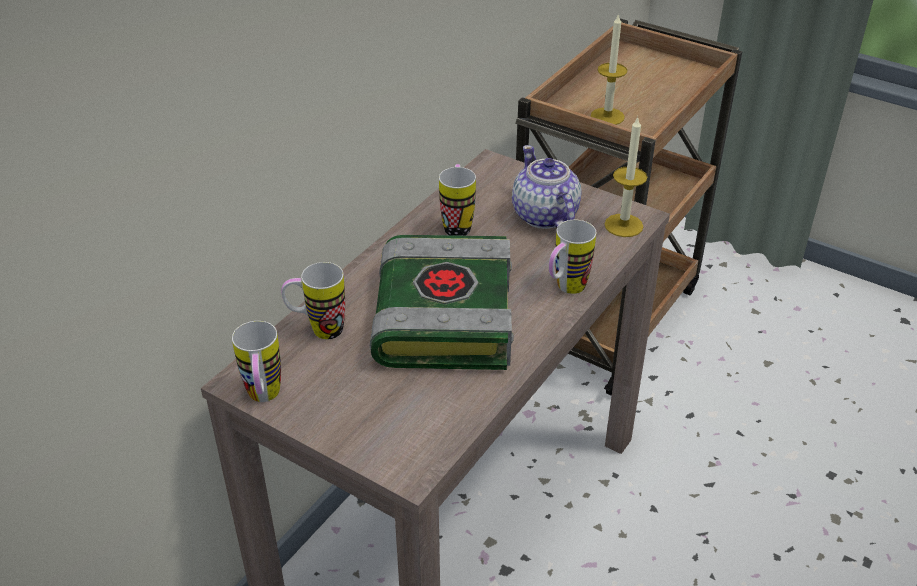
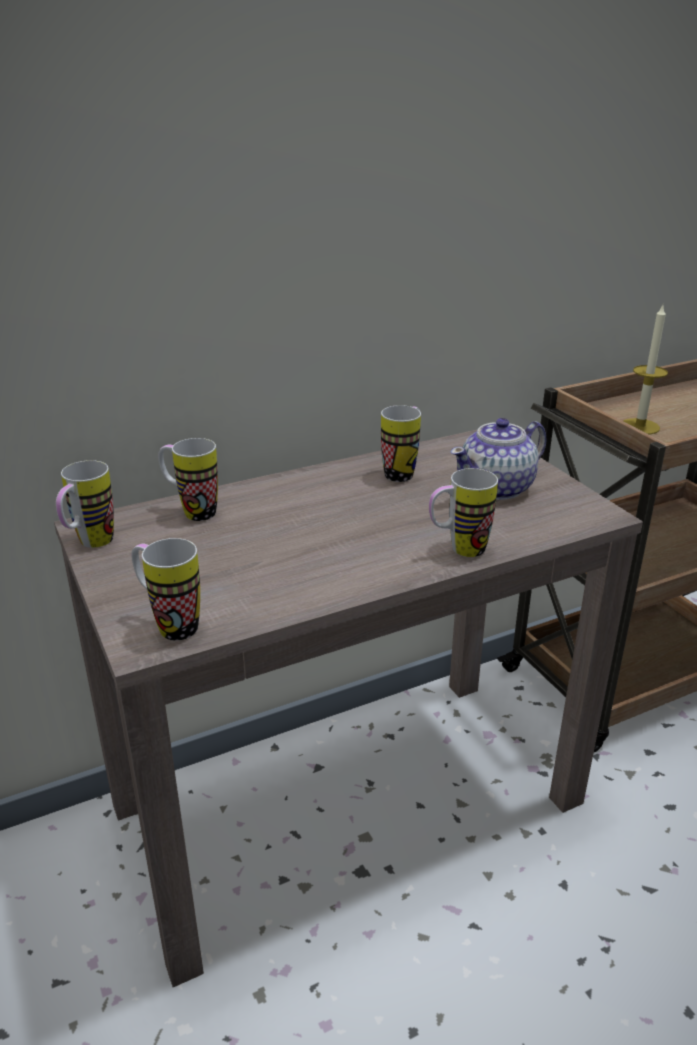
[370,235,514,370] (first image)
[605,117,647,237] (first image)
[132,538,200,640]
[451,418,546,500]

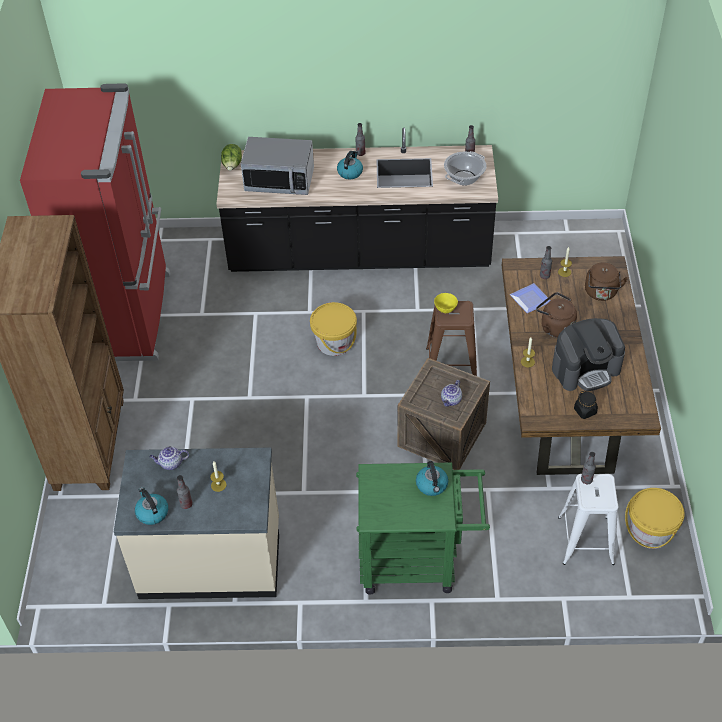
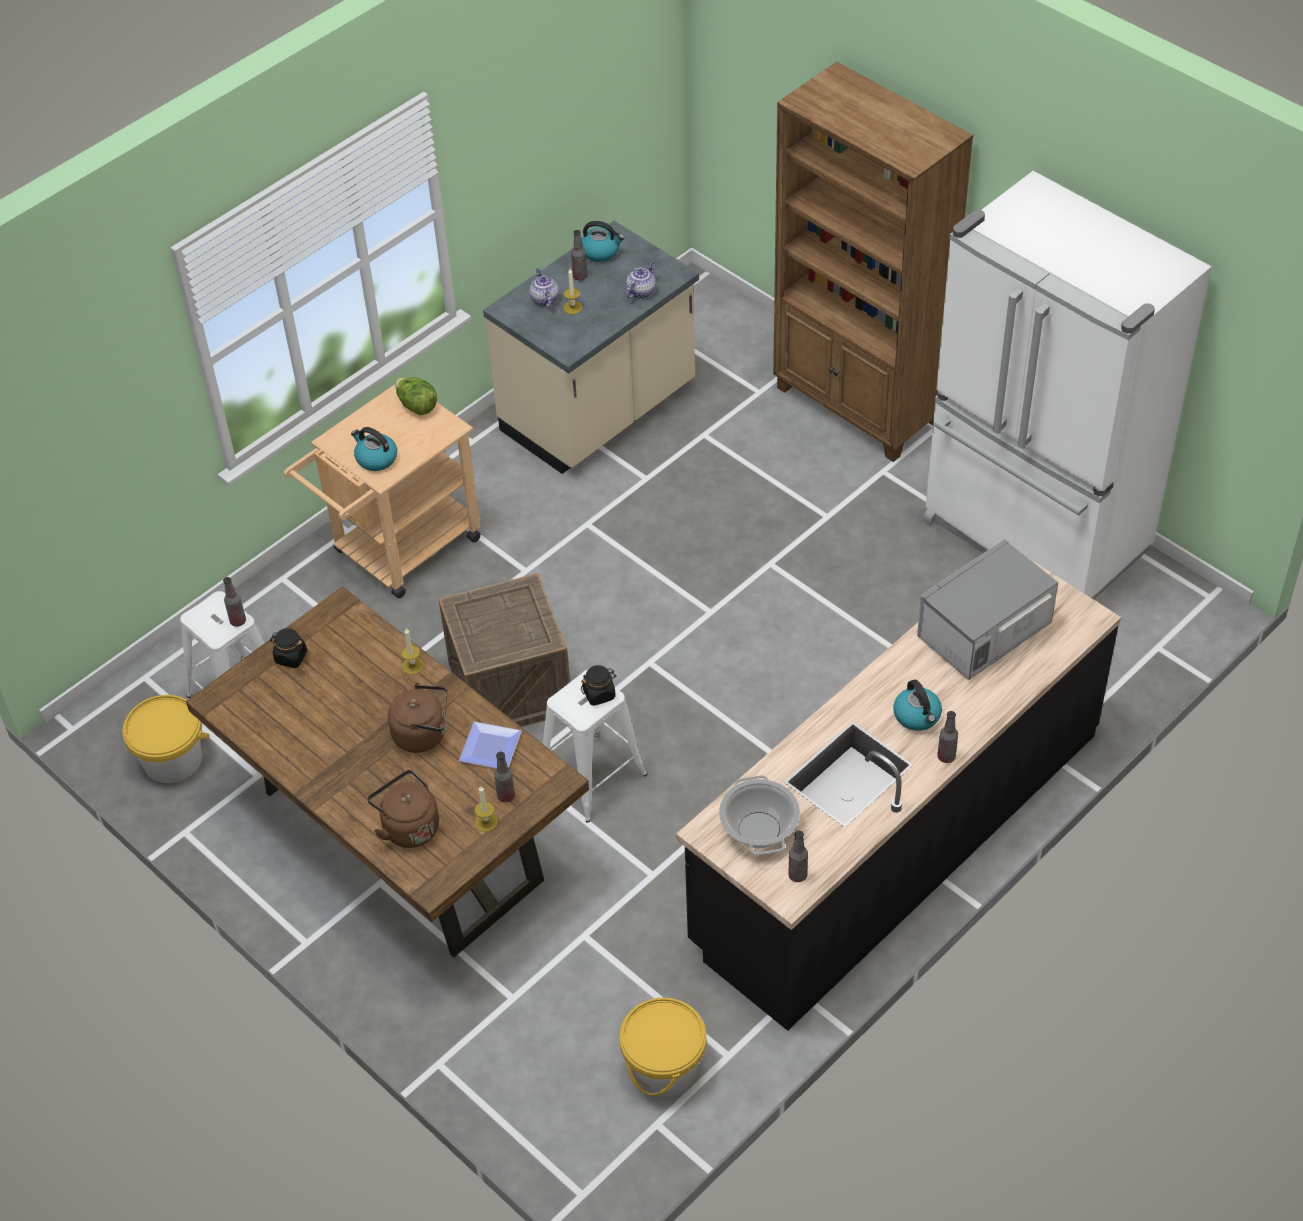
[552,318,625,391] (first image)
[395,377,437,415]
[619,998,707,1096]
[529,269,559,308]
[581,665,617,706]
[923,171,1212,600]
[283,384,481,598]
[543,670,647,823]

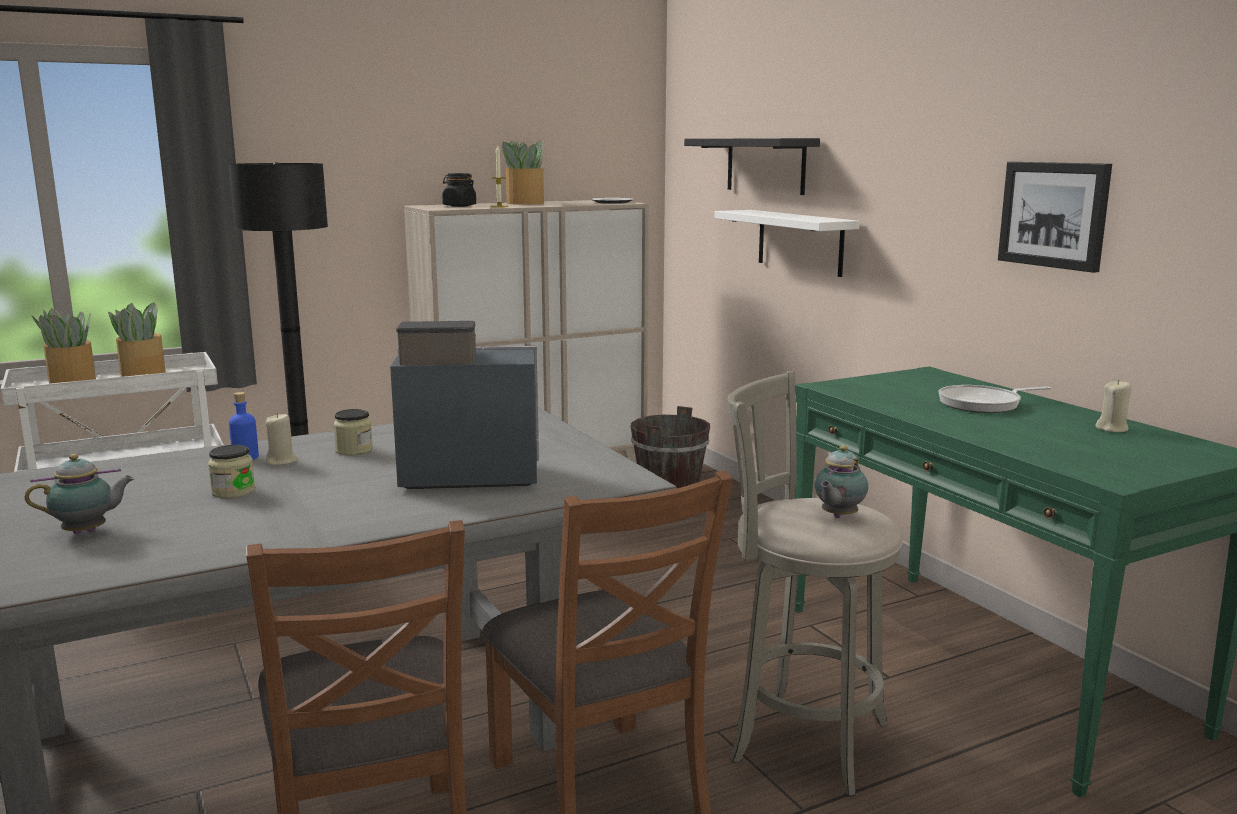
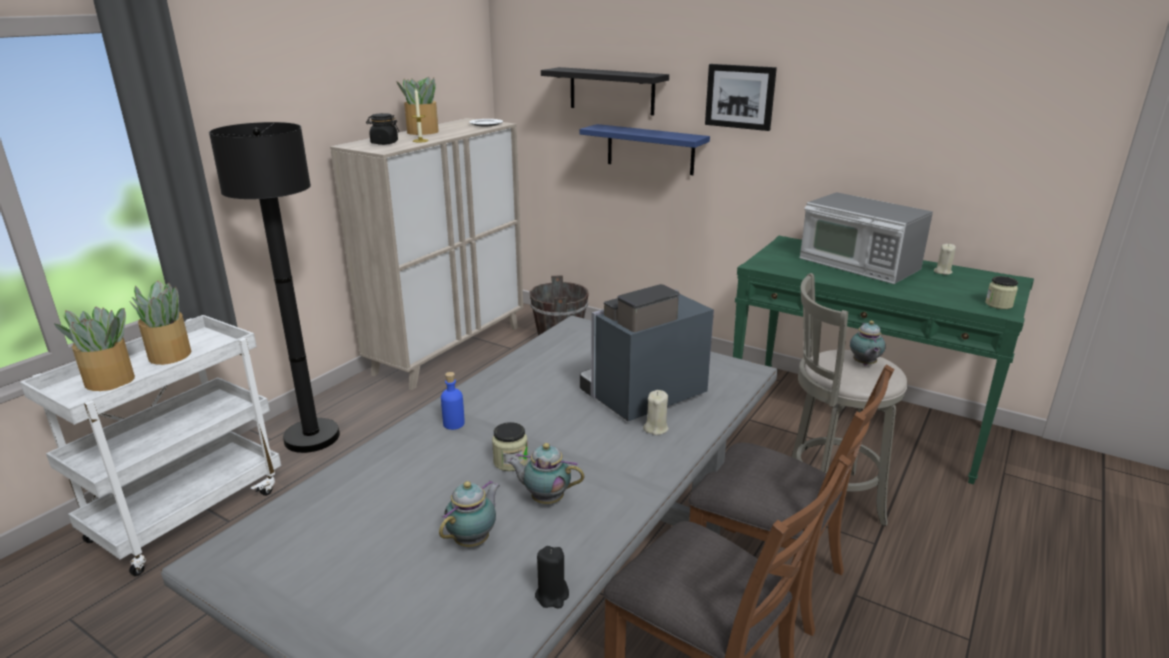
[507,443,584,504]
[535,546,569,608]
[643,390,669,435]
[985,276,1018,309]
[705,64,777,131]
[799,192,933,284]
[579,124,710,175]

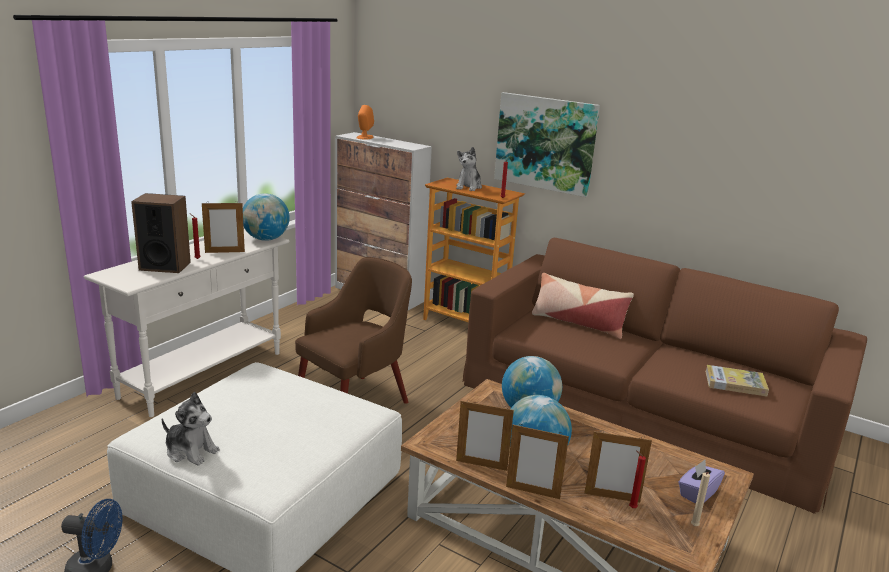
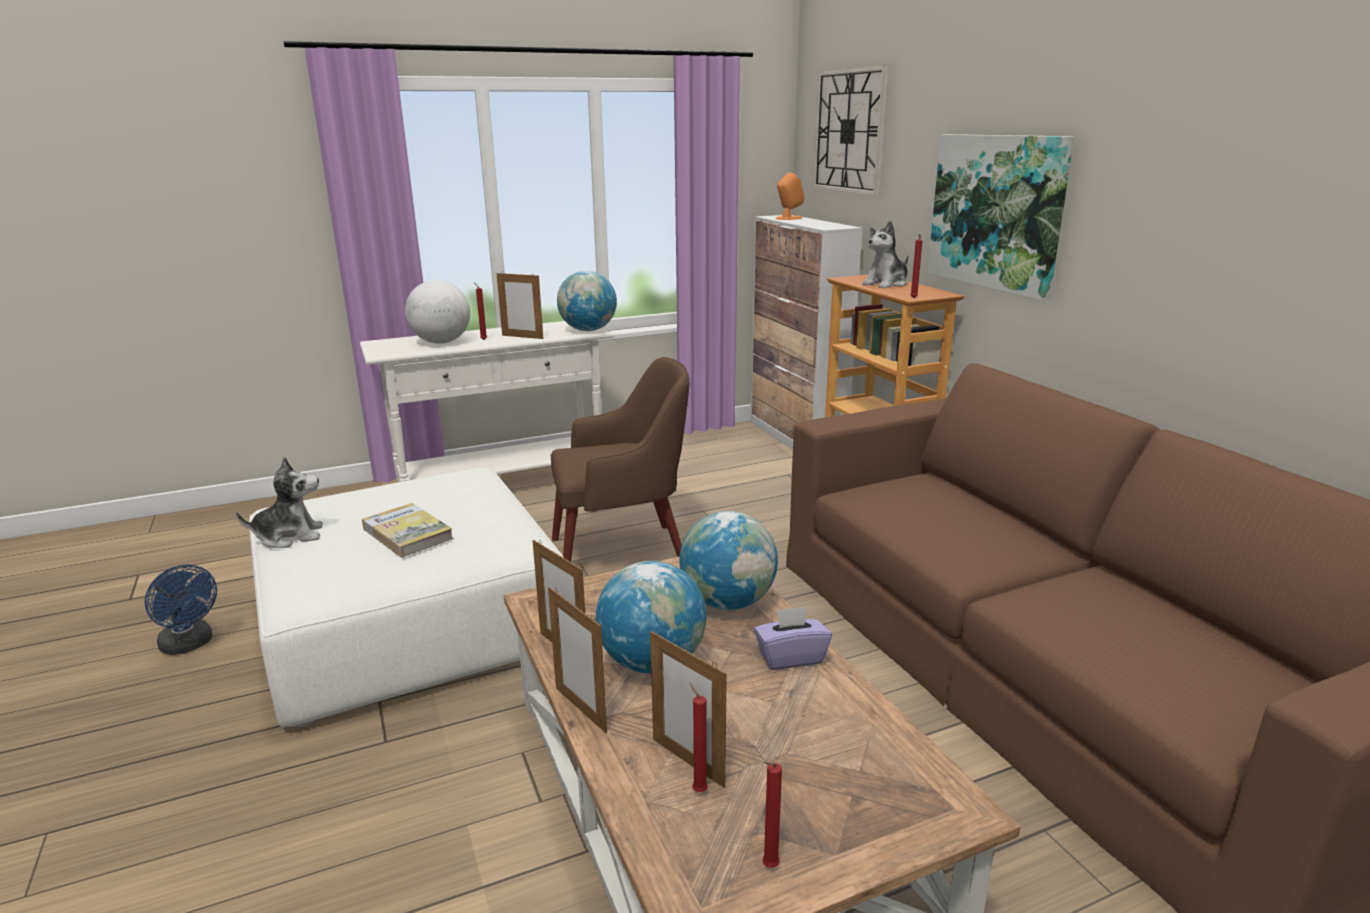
[532,273,634,339] (first image)
[812,65,889,196]
[754,607,832,670]
[362,503,453,557]
[405,280,470,344]
[762,761,782,868]
[236,457,323,548]

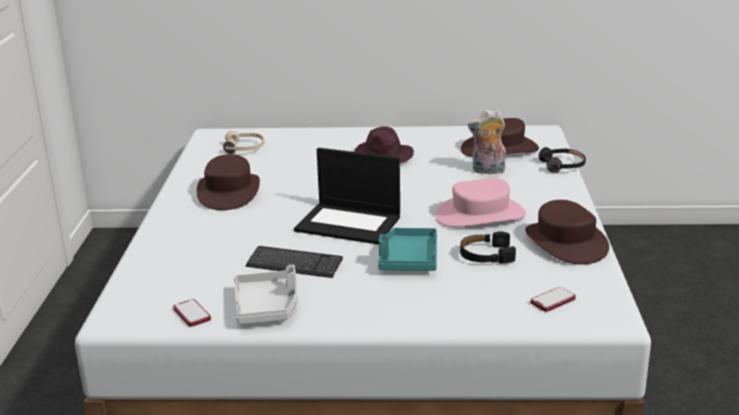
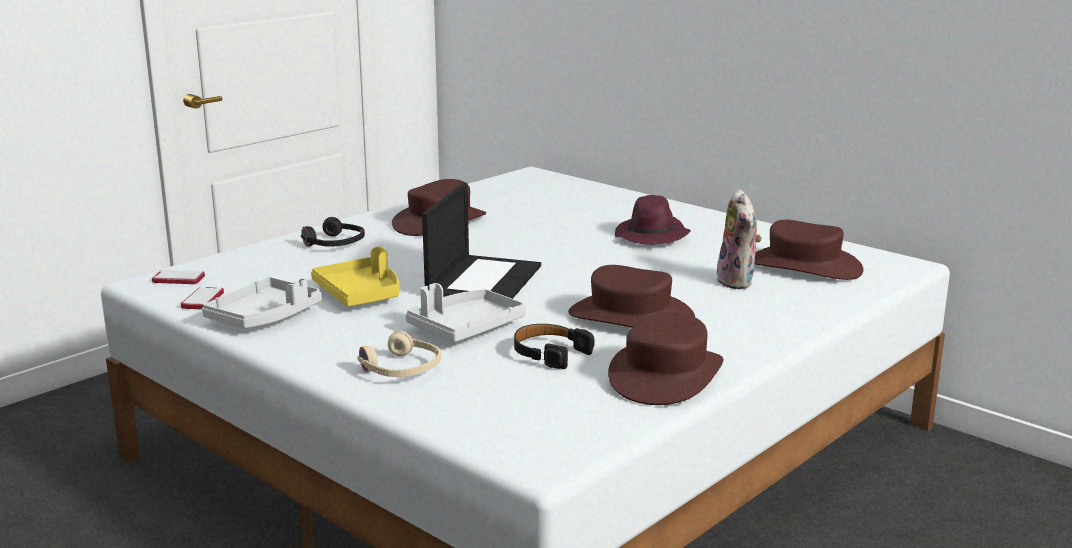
[357,331,441,377]
[152,270,205,284]
[301,217,365,247]
[311,246,400,307]
[405,283,526,342]
[568,265,695,328]
[422,183,541,299]
[717,189,762,289]

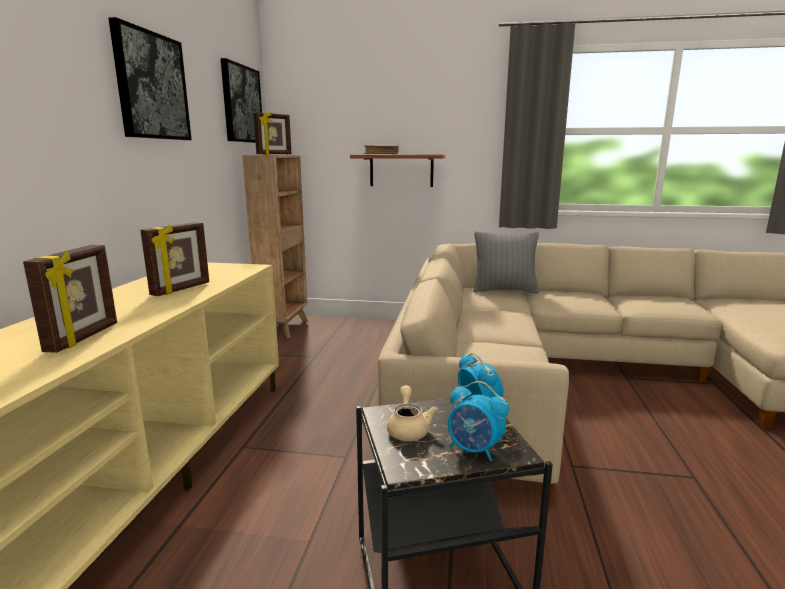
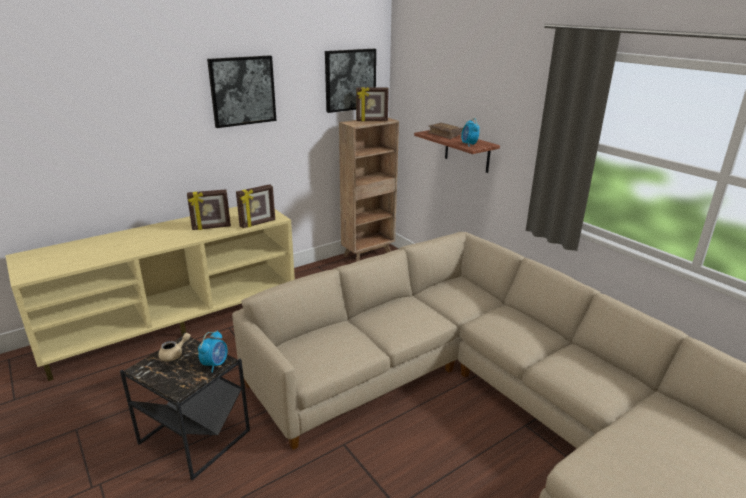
[473,231,539,294] (first image)
[236,184,275,228]
[461,118,480,146]

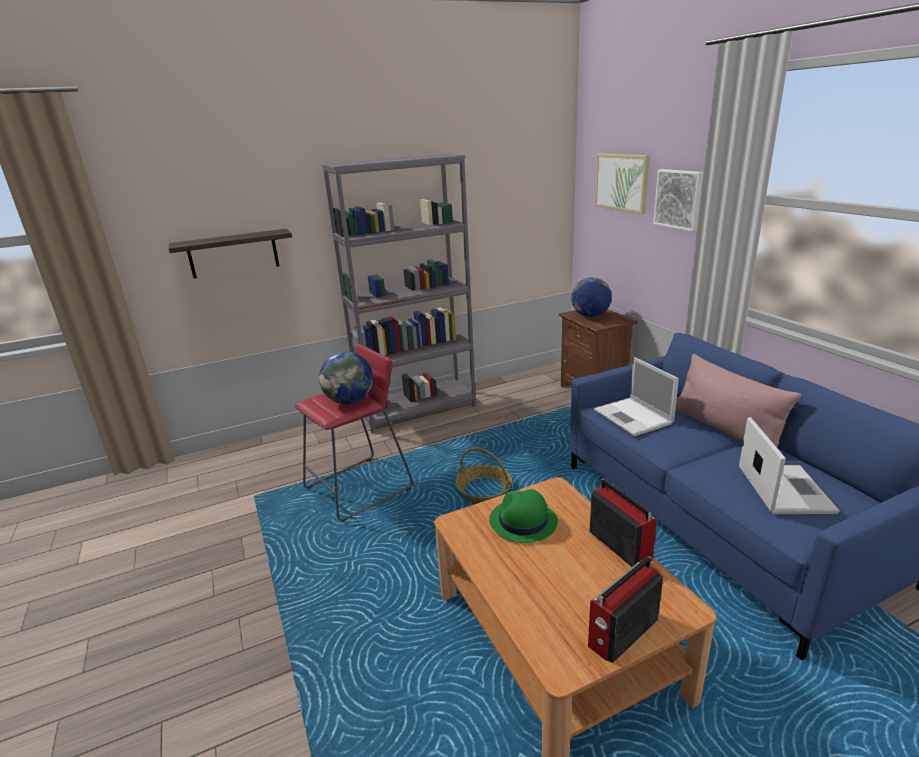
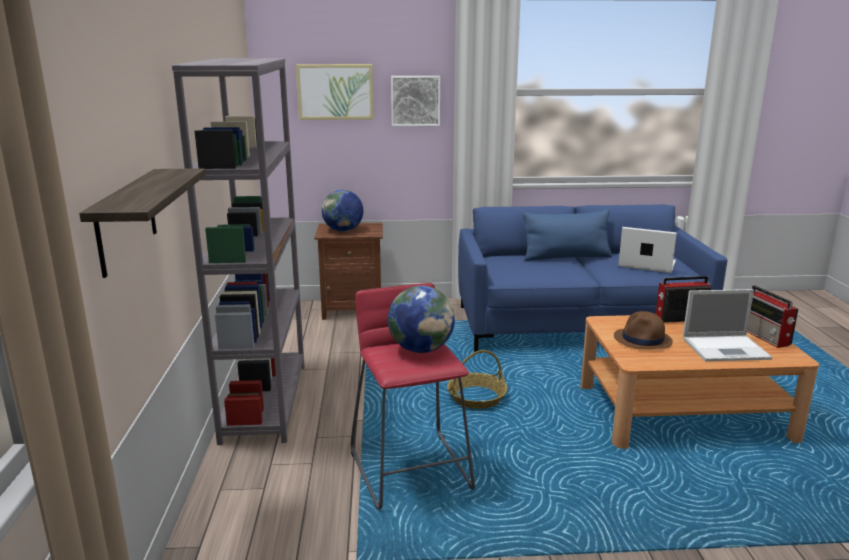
[683,289,772,361]
[614,311,673,349]
[523,210,612,261]

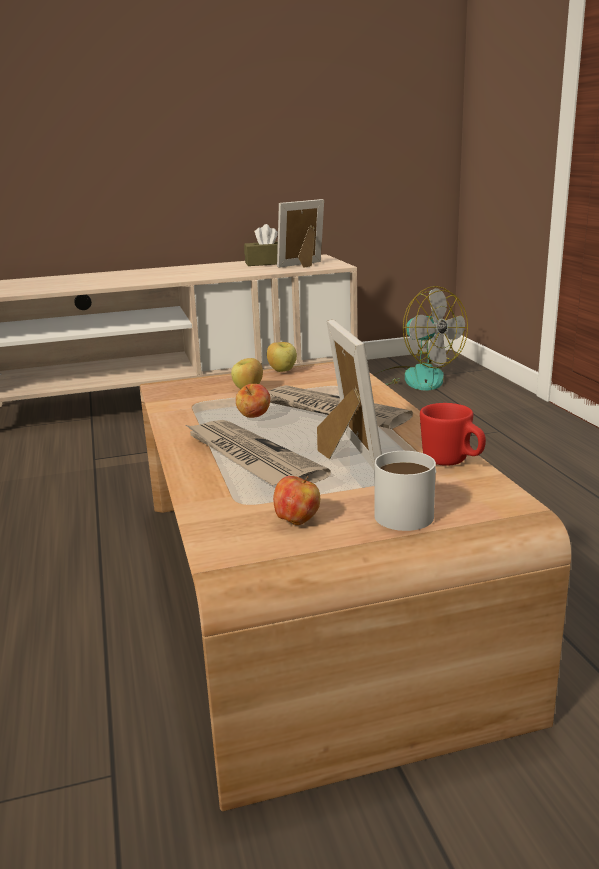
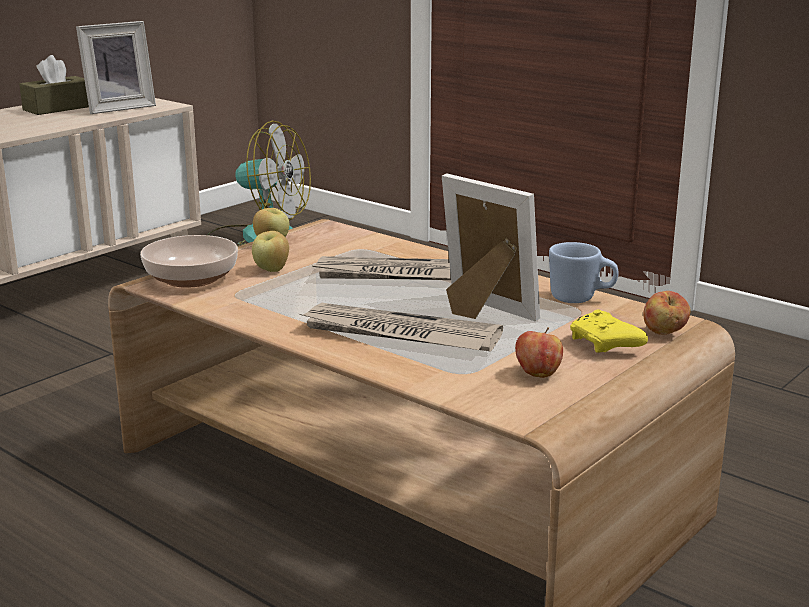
[140,235,238,288]
[643,291,691,335]
[570,309,648,353]
[549,242,618,303]
[76,21,156,114]

